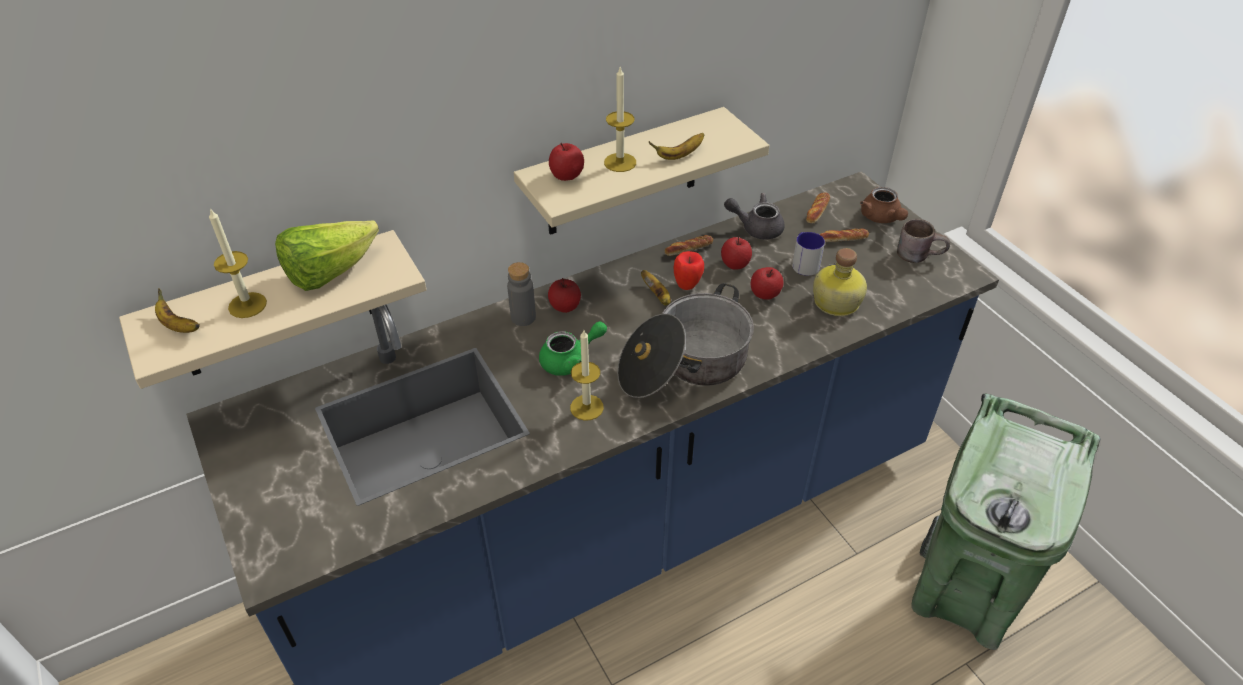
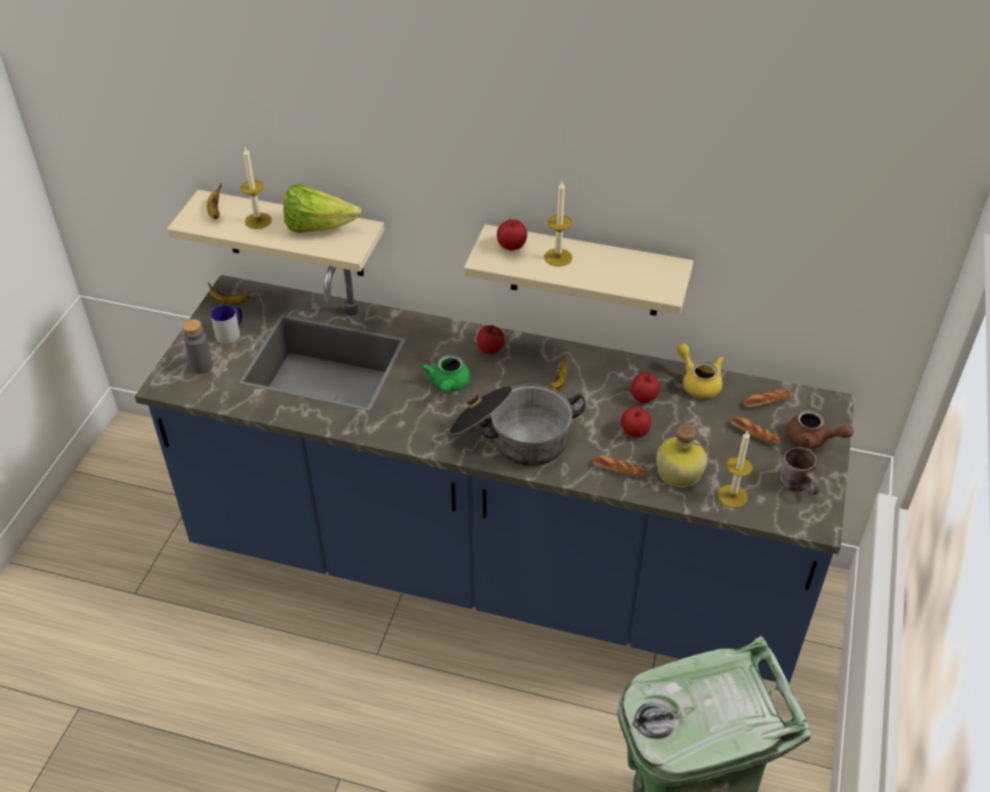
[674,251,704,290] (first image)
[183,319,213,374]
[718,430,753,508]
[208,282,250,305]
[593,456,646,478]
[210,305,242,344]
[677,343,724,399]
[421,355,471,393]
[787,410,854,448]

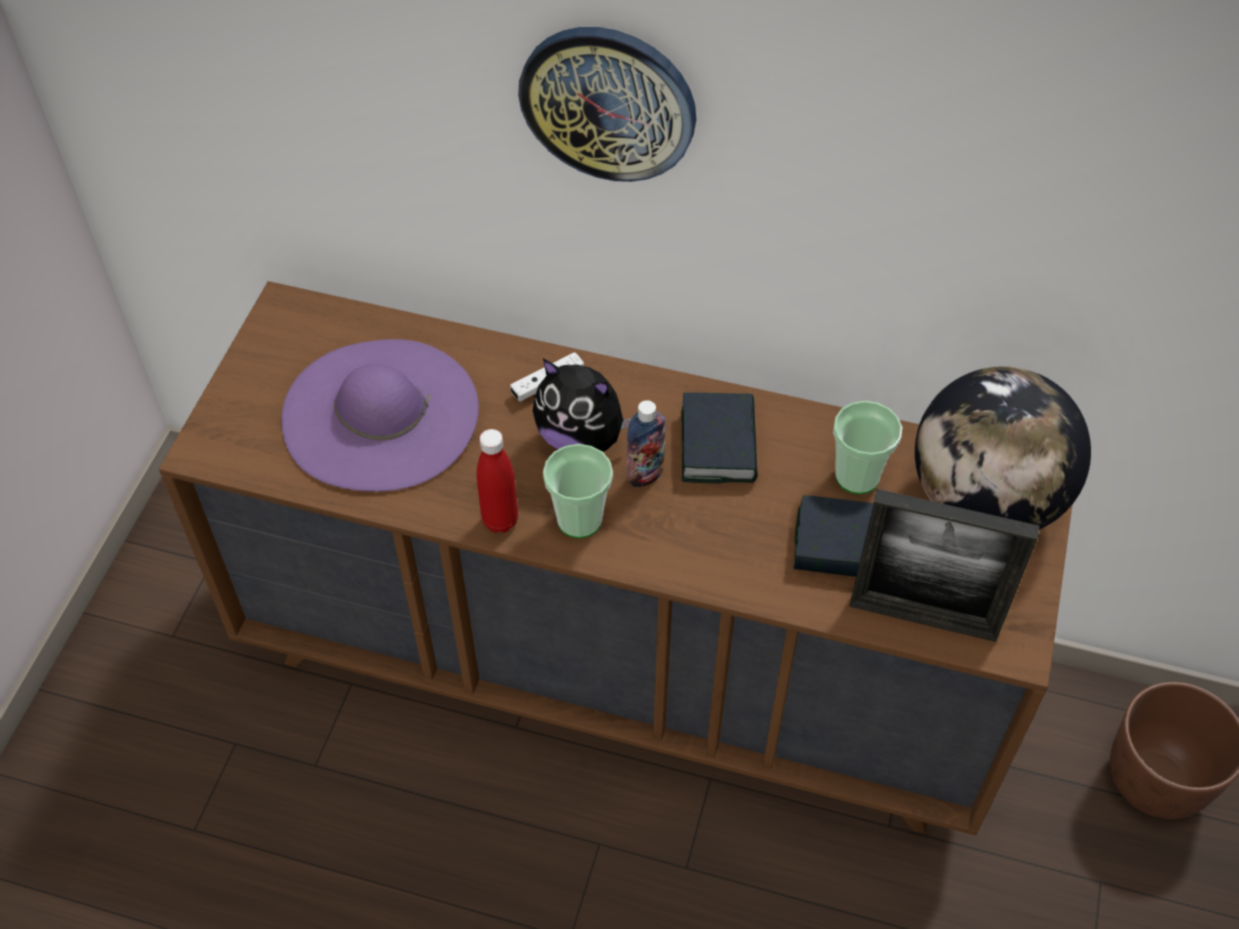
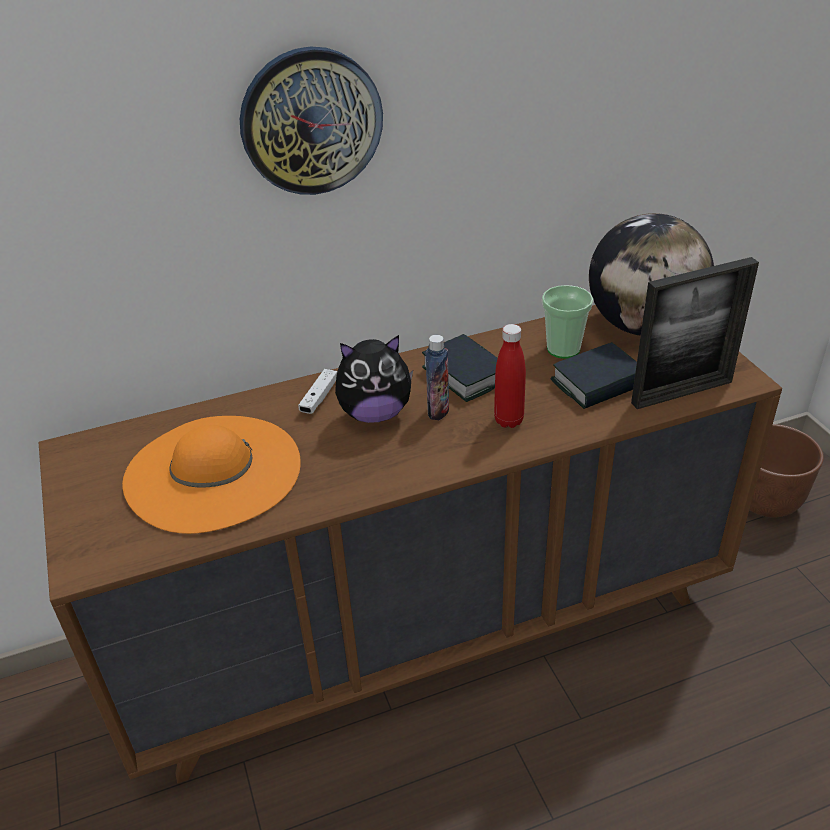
[543,444,613,539] (first image)
[494,324,526,428]
[122,416,301,534]

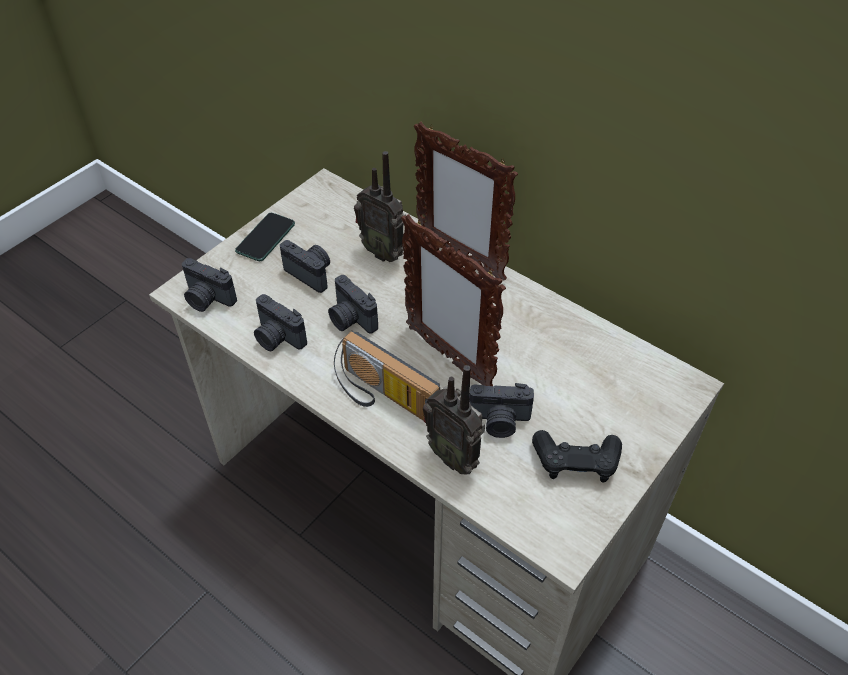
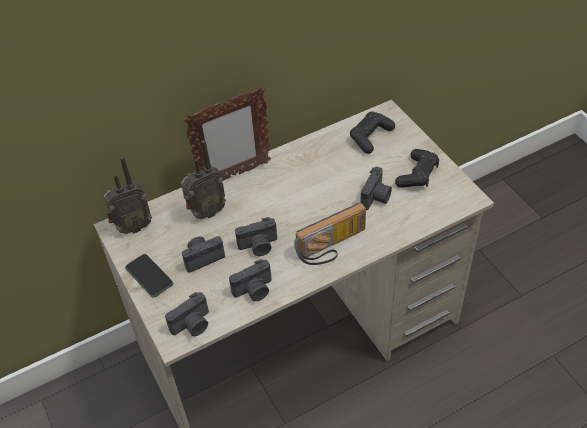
[401,214,506,386] (first image)
[350,111,395,154]
[104,156,152,234]

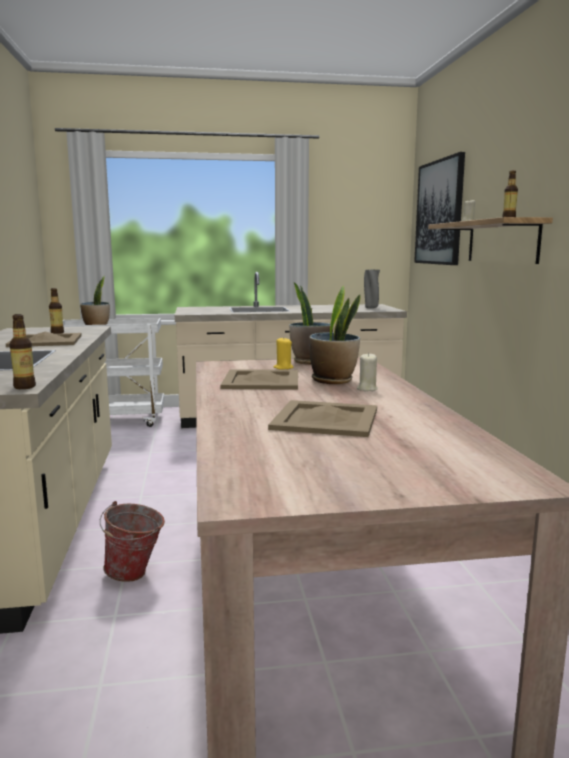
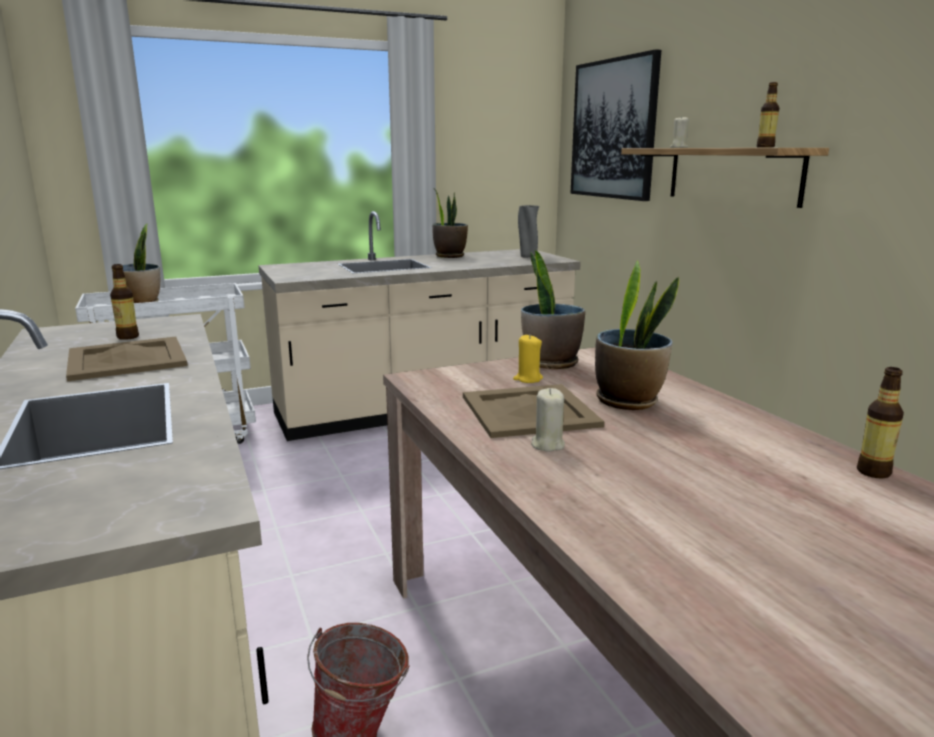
[268,400,377,437] (first image)
[432,189,468,258]
[857,367,904,479]
[531,388,565,452]

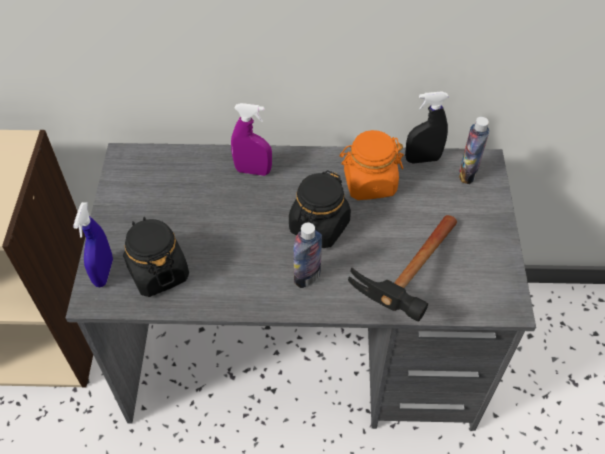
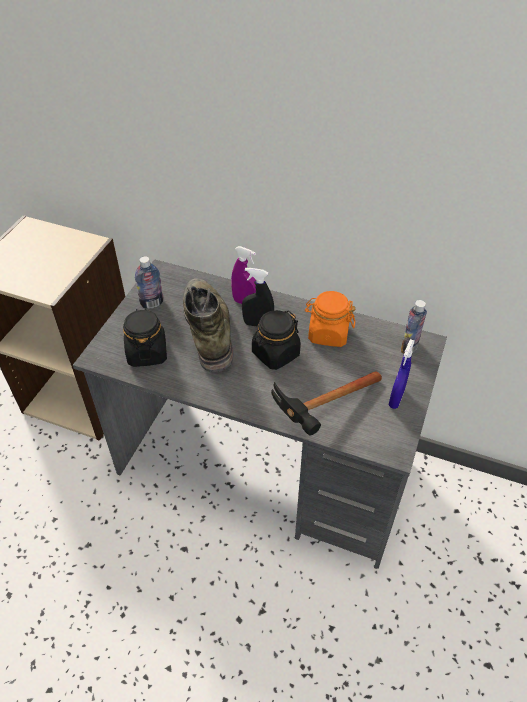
[183,278,234,372]
[389,339,415,409]
[135,256,164,309]
[242,268,274,327]

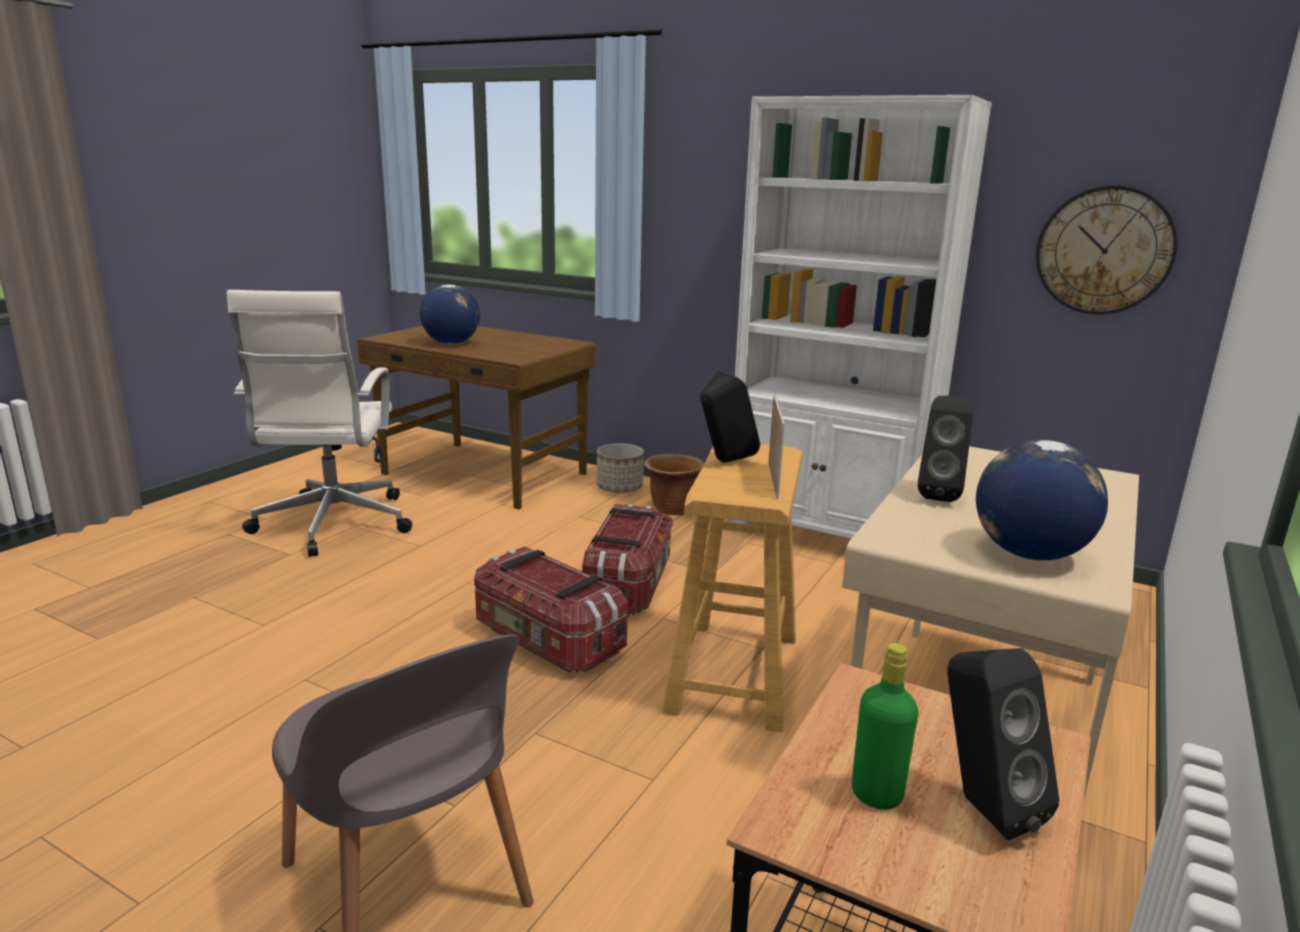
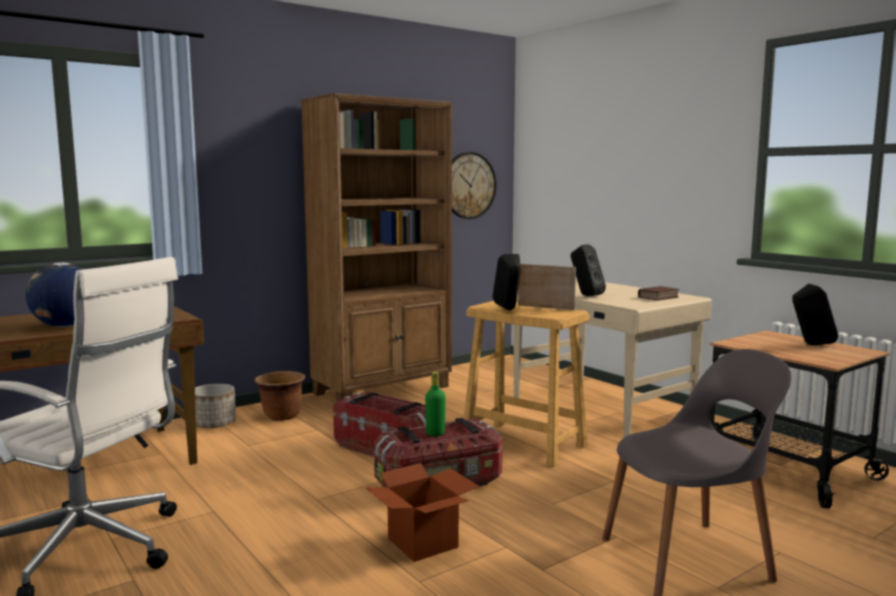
[366,463,479,562]
[425,372,446,436]
[638,286,679,301]
[301,93,452,401]

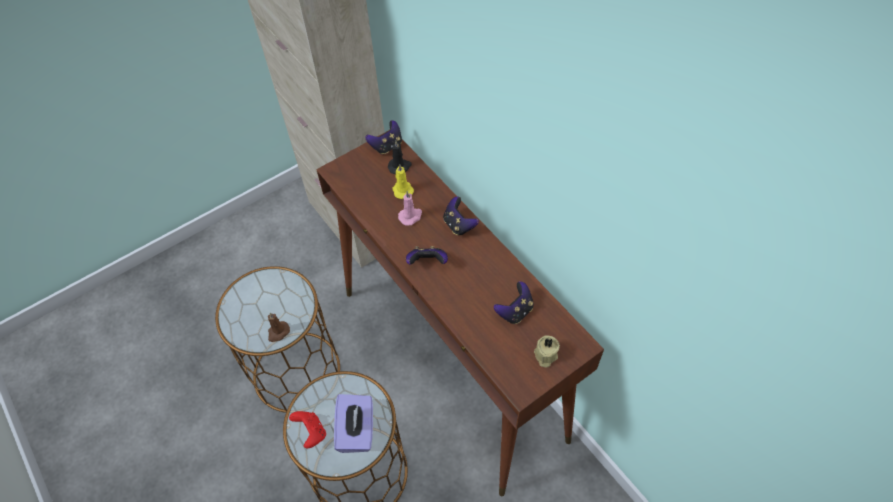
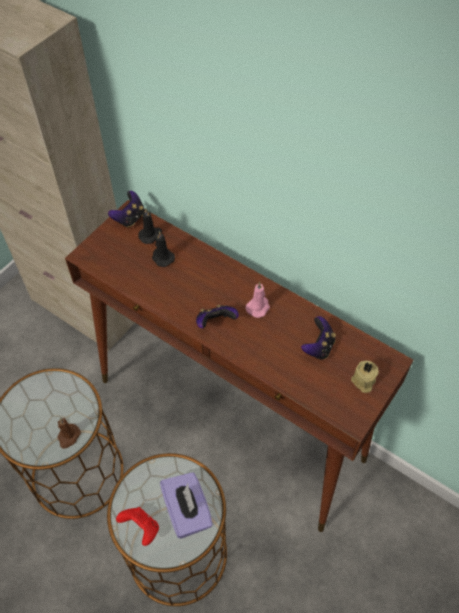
[443,197,479,236] (first image)
[246,282,270,318]
[152,231,175,267]

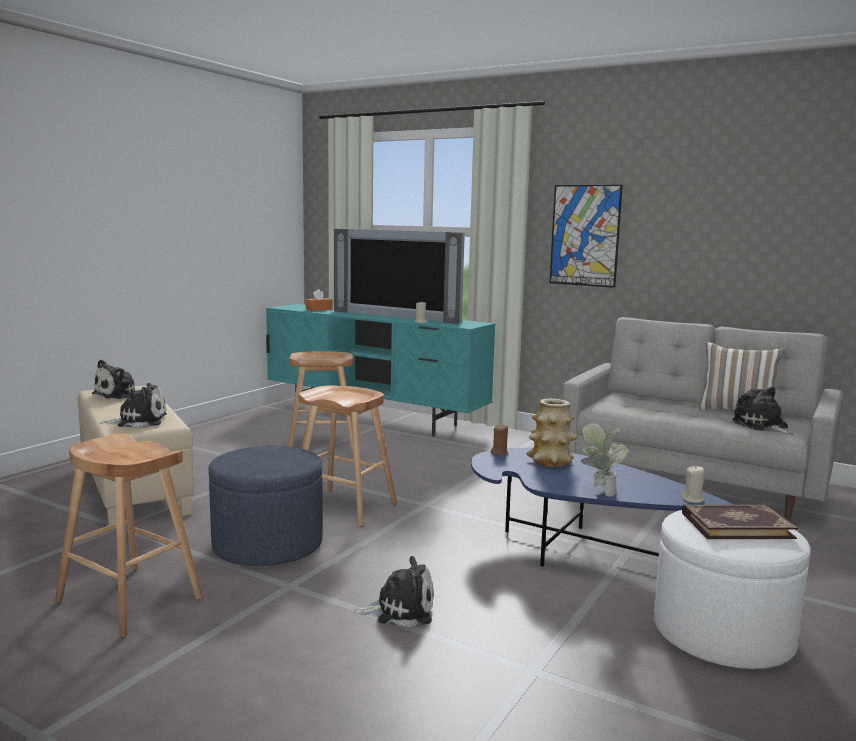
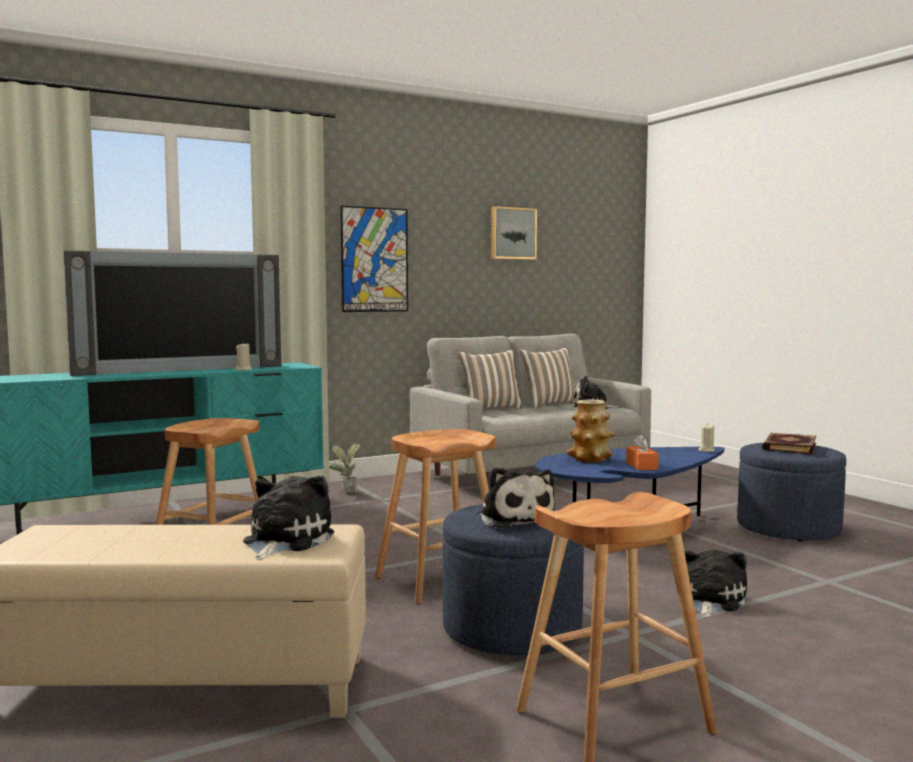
[491,425,508,456] (first image)
[458,350,524,409]
[491,206,537,260]
[478,467,555,528]
[626,434,659,470]
[328,444,360,493]
[737,443,846,541]

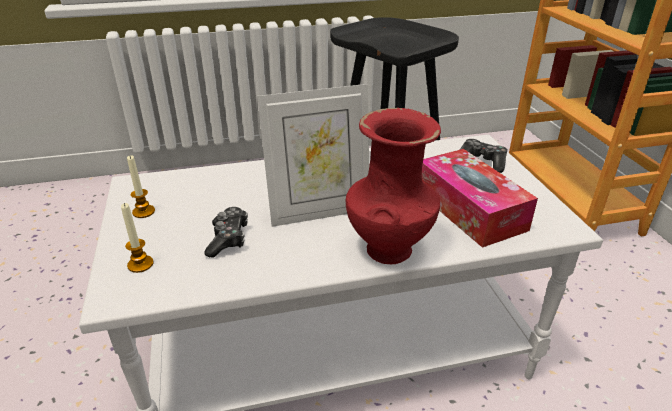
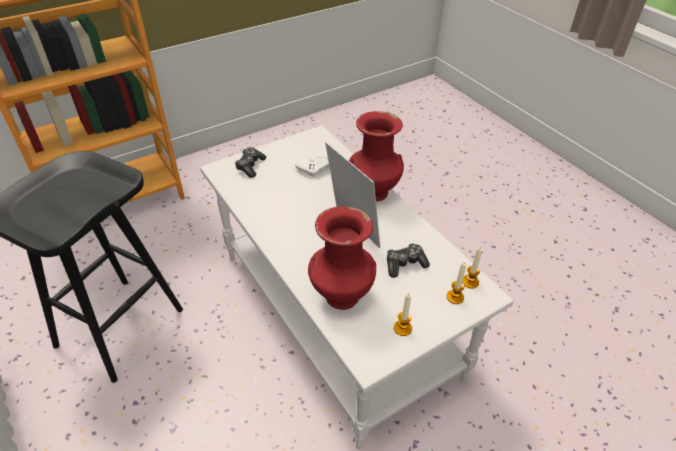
[308,206,376,310]
[462,247,482,289]
[295,149,329,177]

